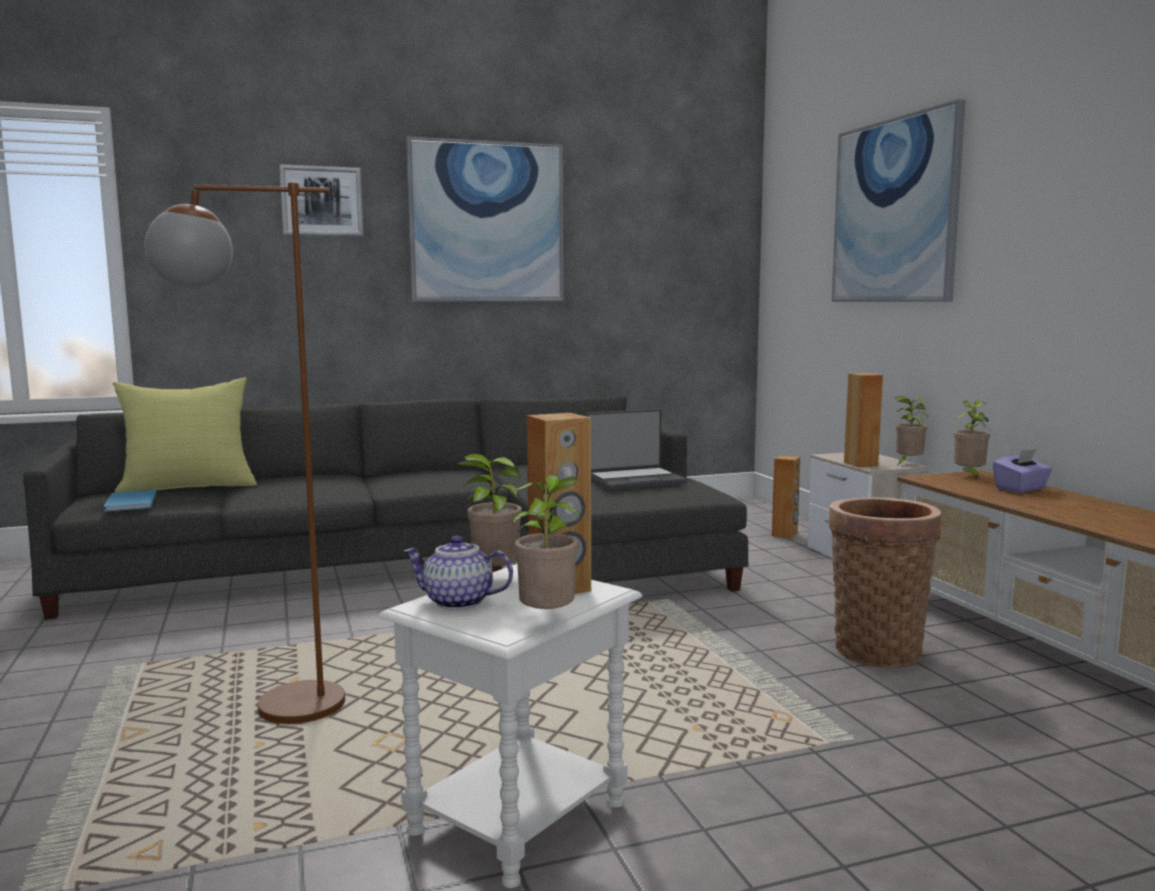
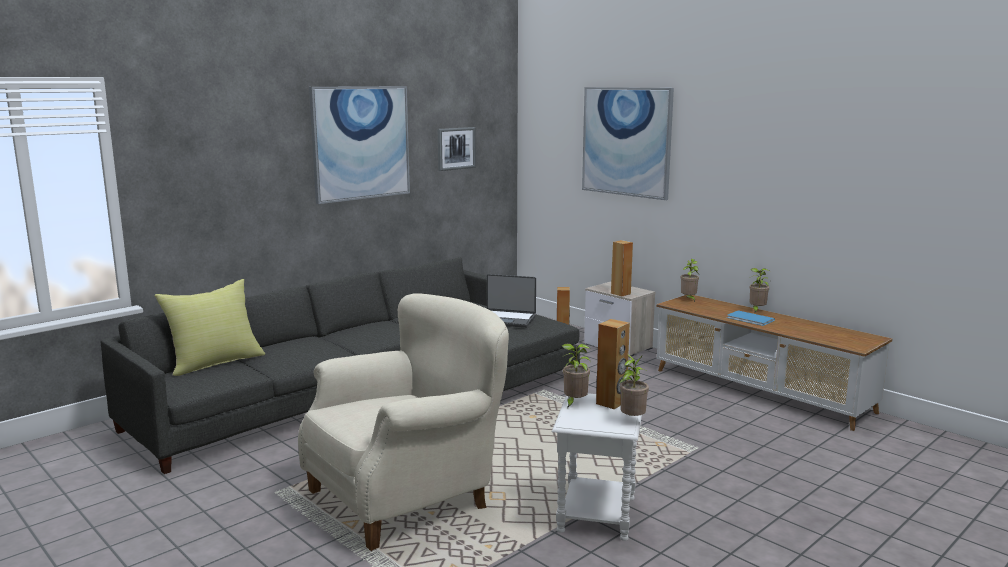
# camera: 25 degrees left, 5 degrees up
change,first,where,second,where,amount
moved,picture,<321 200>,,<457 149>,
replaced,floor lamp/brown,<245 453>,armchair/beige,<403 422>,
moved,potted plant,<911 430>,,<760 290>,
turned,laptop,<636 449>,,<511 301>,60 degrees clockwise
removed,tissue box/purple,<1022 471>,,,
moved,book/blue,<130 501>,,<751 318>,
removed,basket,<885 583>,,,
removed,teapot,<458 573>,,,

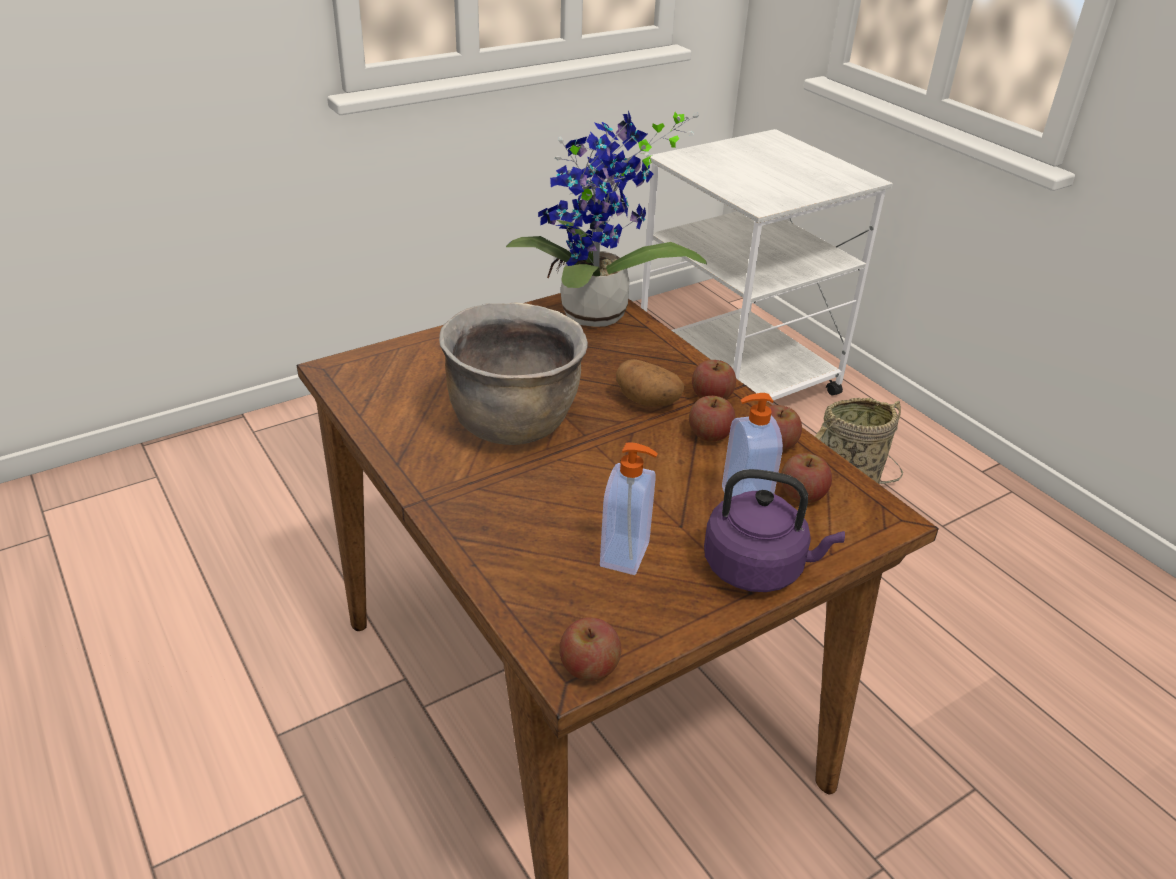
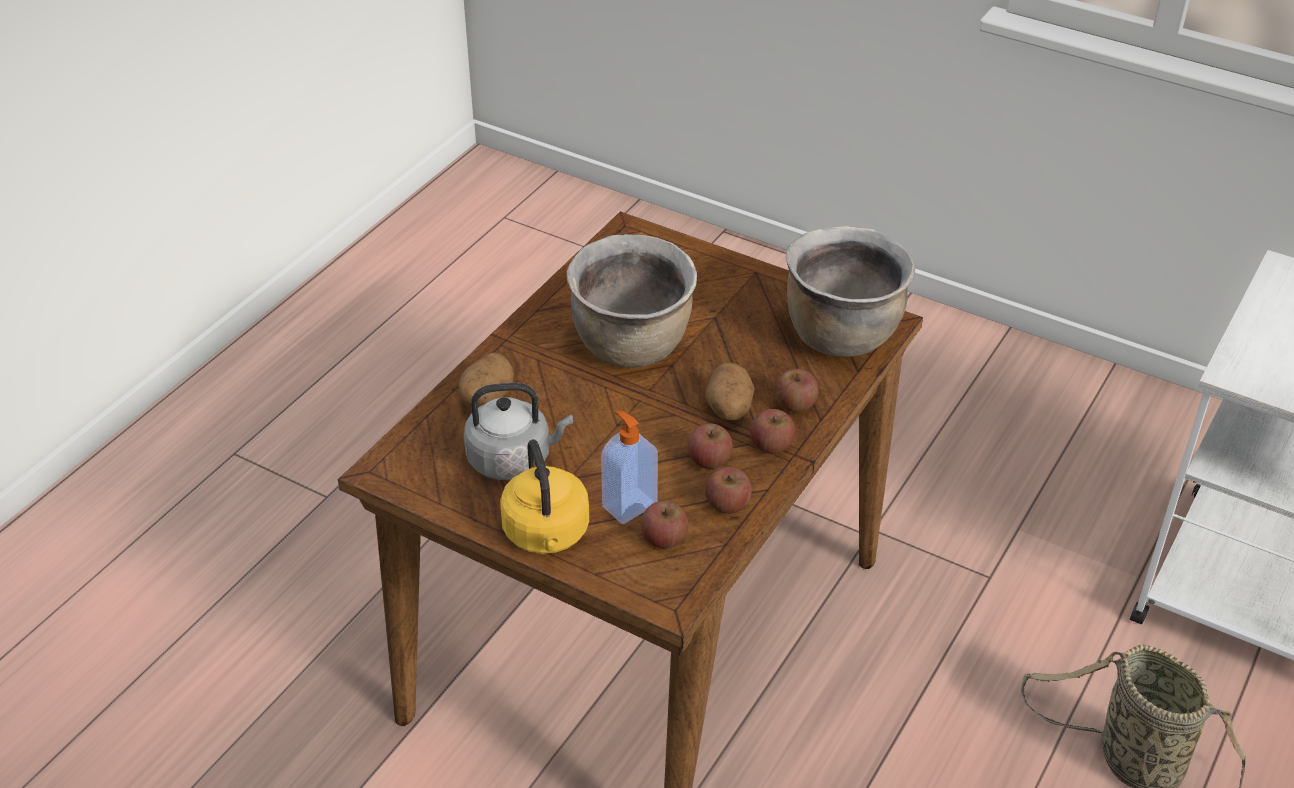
# camera: 65 degrees right, 5 degrees up
change,first,where,second,where,amount
replaced,potted plant,<606 219>,cooking pot/brown,<850 291>,
replaced,soap dispenser,<629 508>,kettle/grey,<518 431>,
recoloured,kettle/purple,<774 530>,kettle/yellow,<544 496>,
moved,apple,<590 649>,,<797 390>,
added,,,potato,<486 380>,

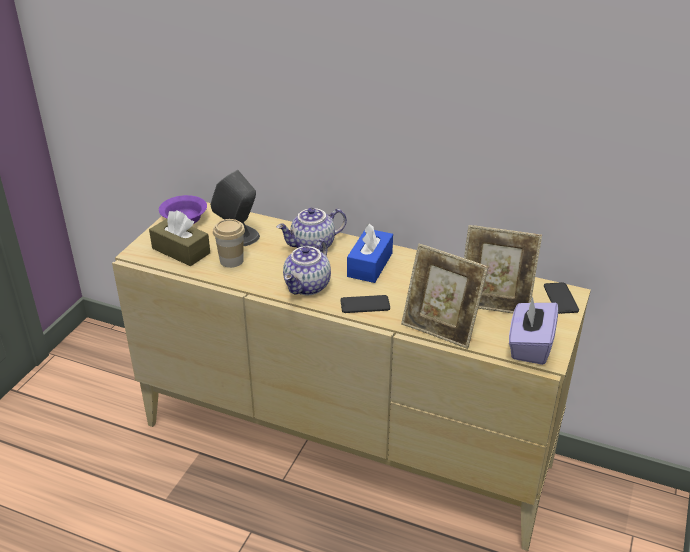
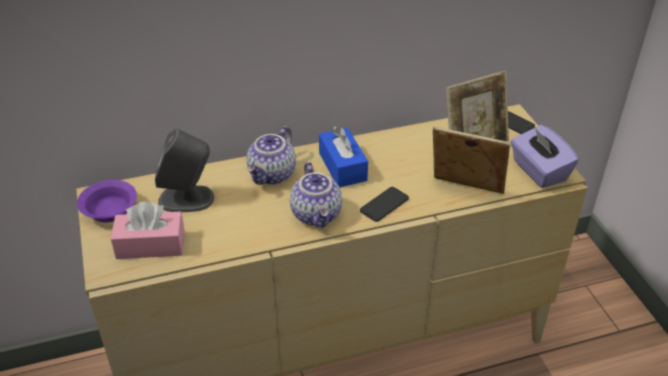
# camera: 40 degrees left, 5 degrees up
change,first,where,second,where,amount
recoloured,tissue box/brown,<179 238>,tissue box/pink,<148 230>,
removed,cup,<229 243>,,,
turned,picture frame,<445 296>,,<471 160>,150 degrees counterclockwise

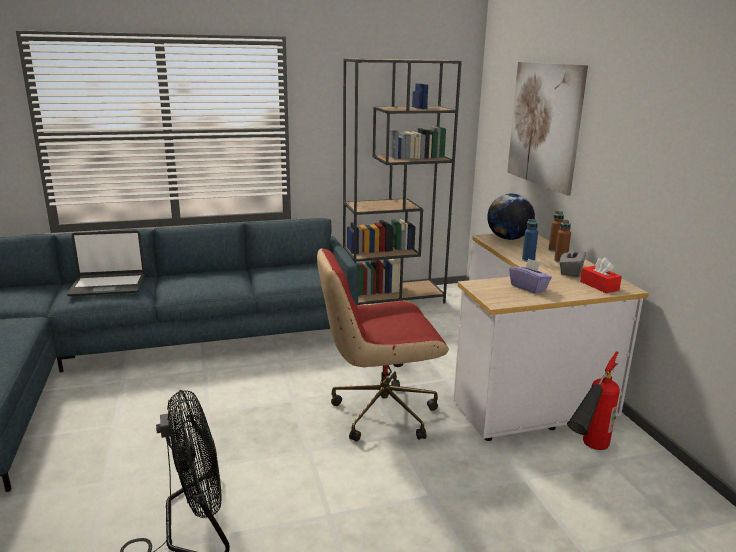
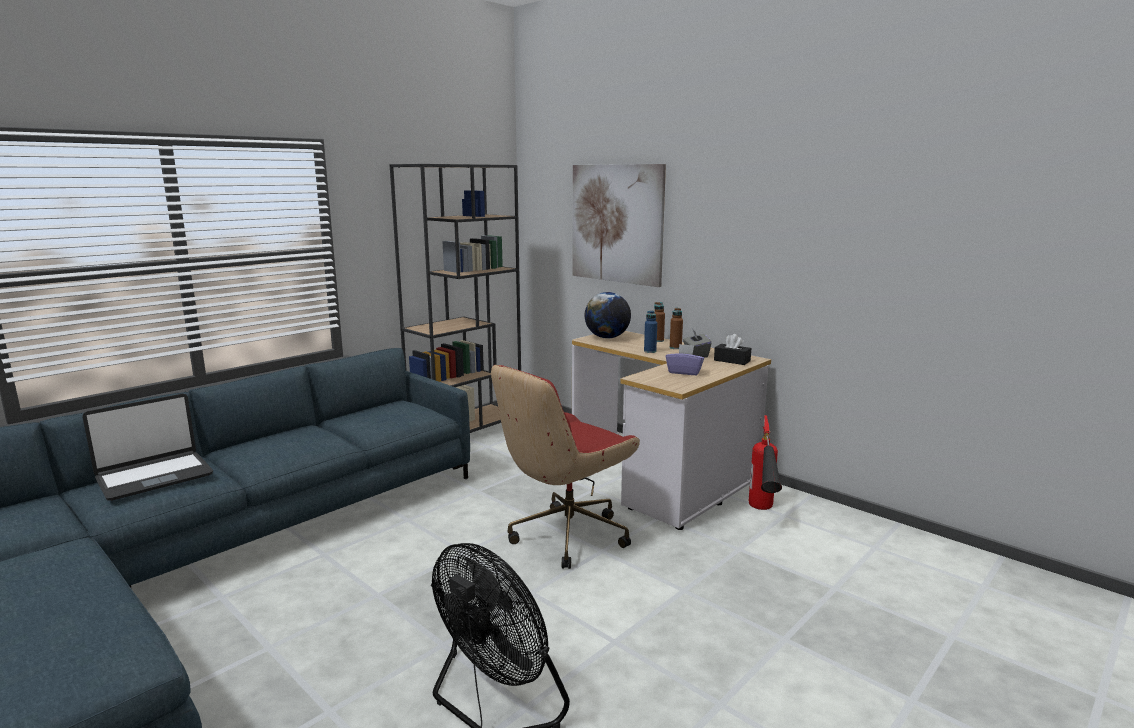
# camera: 30 degrees left, 5 degrees down
change,first,where,second,where,amount
recoloured,tissue box/red,<601 275>,tissue box/black,<732 349>,

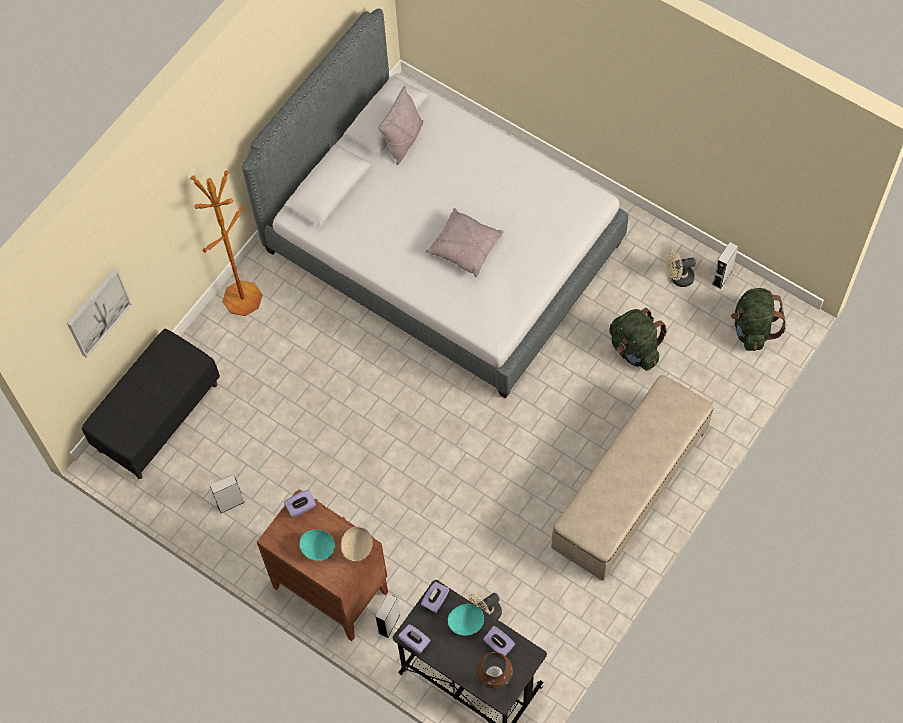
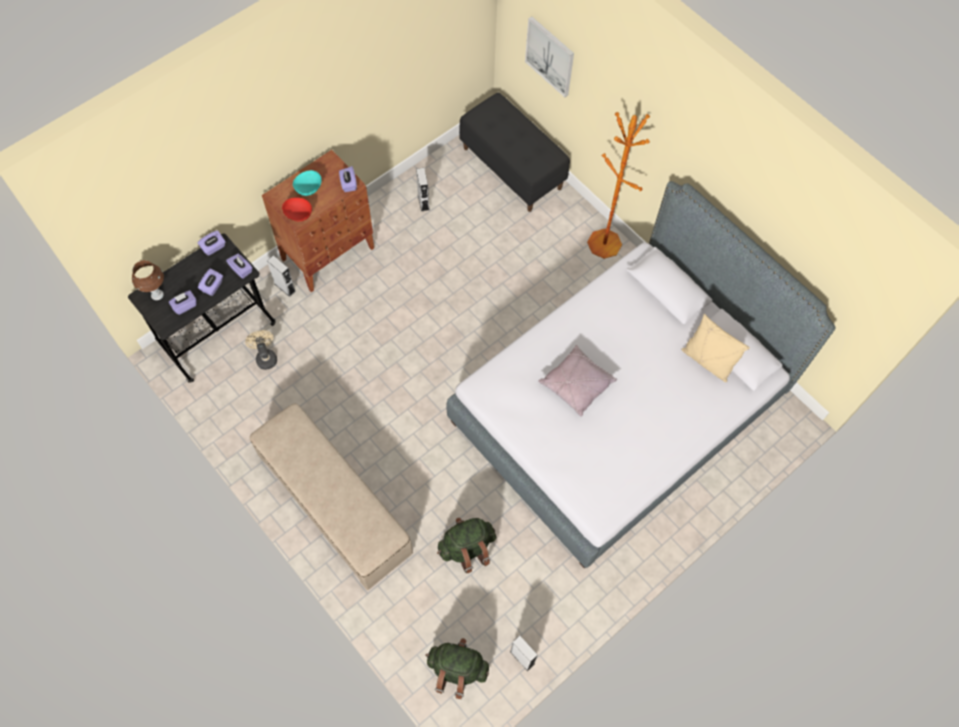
# camera: 100 degrees right, 0 degrees up
change,first,where,second,where,amount
recoloured,pillow/purple,<400 125>,pillow/beige,<715 348>,
removed,fan/beige,<681 268>,,,
recoloured,bowl/beige,<357 544>,bowl/red,<297 209>,
replaced,bowl/turquoise,<466 620>,tissue box/purple,<210 282>,

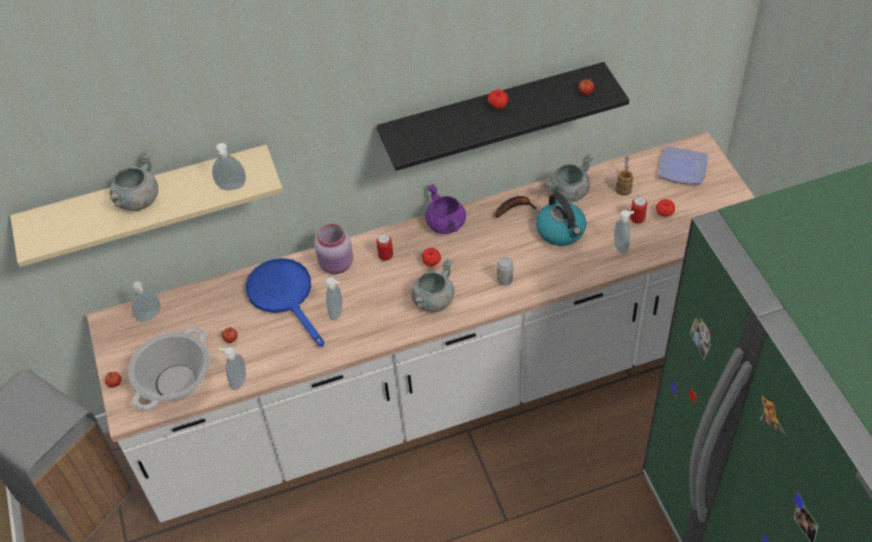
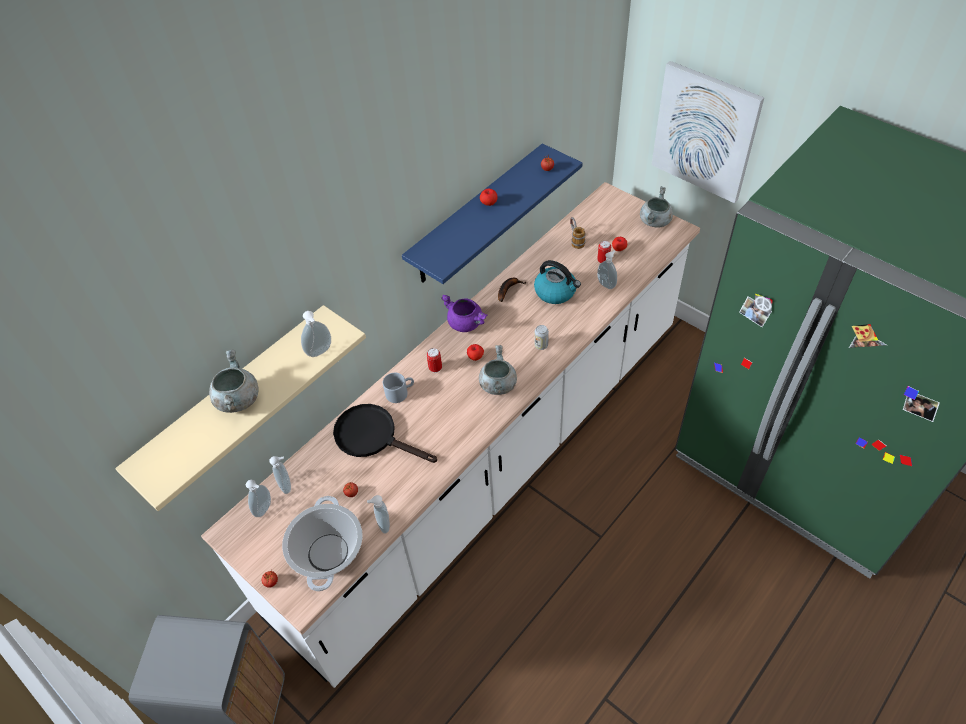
# camera: 30 degrees left, 0 degrees up
change,first,where,second,where,amount
recoloured,shelf/black,<503 116>,shelf/blue,<492 213>,
removed,plate,<683 165>,,,
moved,cooking pot/grey,<568 178>,,<656 207>,
replaced,jar/pink,<333 249>,mug/grey,<398 388>,
recoloured,frying pan/blue,<285 302>,frying pan/black,<385 433>,
moved,soap dispenser,<333 298>,,<280 475>,
added,,,picture,<708 132>,

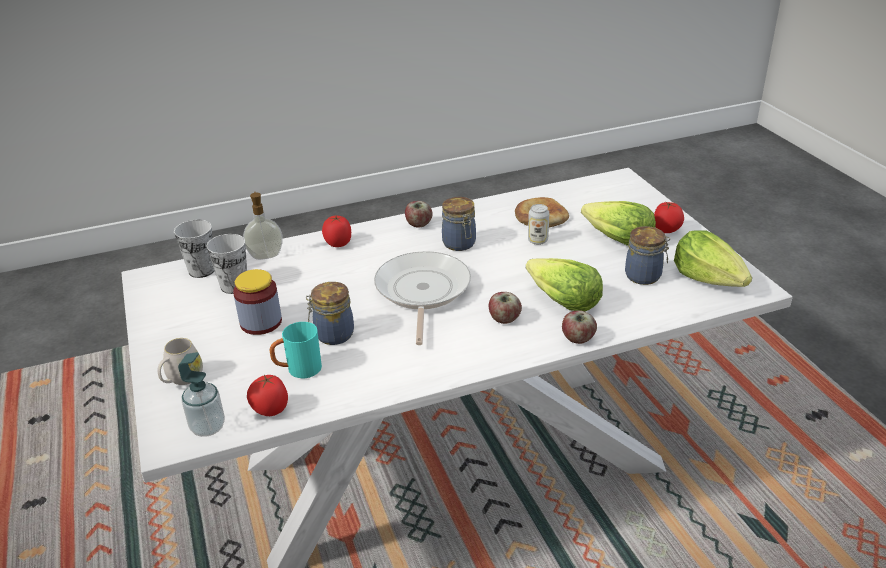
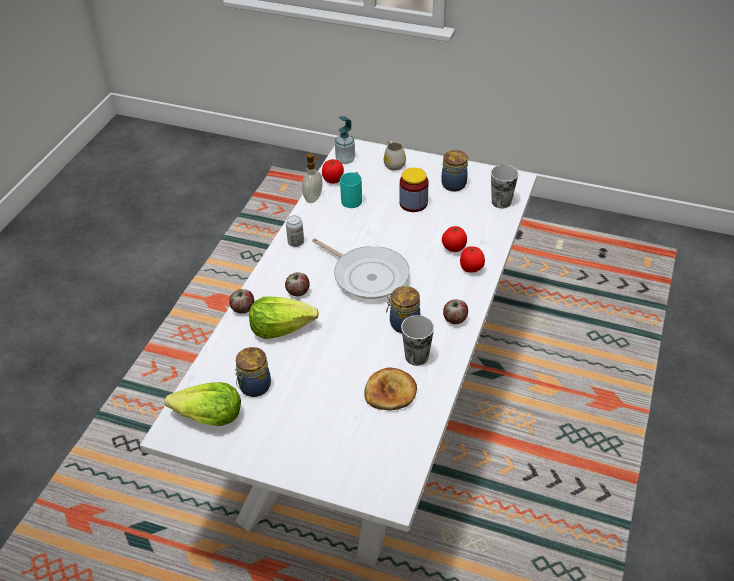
# camera: 130 degrees right, 10 degrees up
change,first,where,second,where,amount
moved,soap dispenser,<263 226>,,<312 178>,
removed,lettuce,<618 223>,,,
moved,tomato,<669 217>,,<454 239>,
moved,can,<539 224>,,<295 231>,
moved,cup,<226 264>,,<417 340>,
moved,jar,<330 313>,,<454 170>,

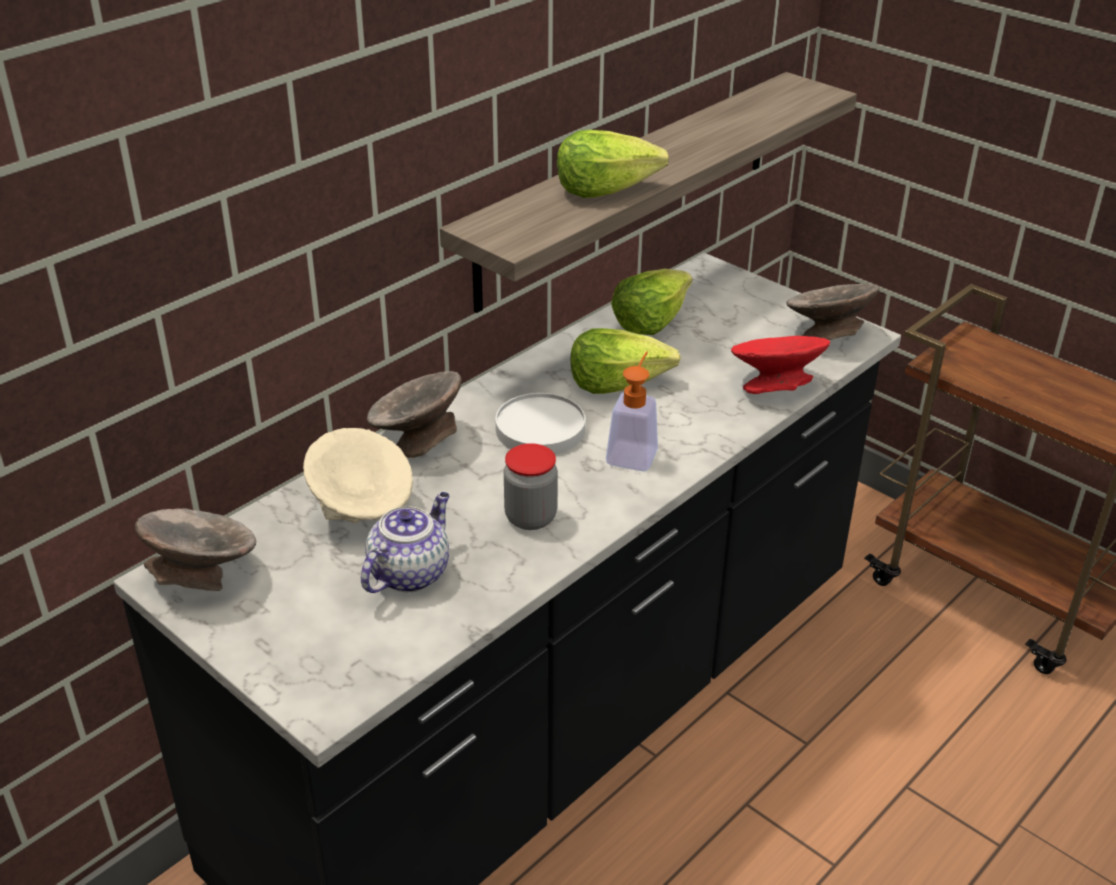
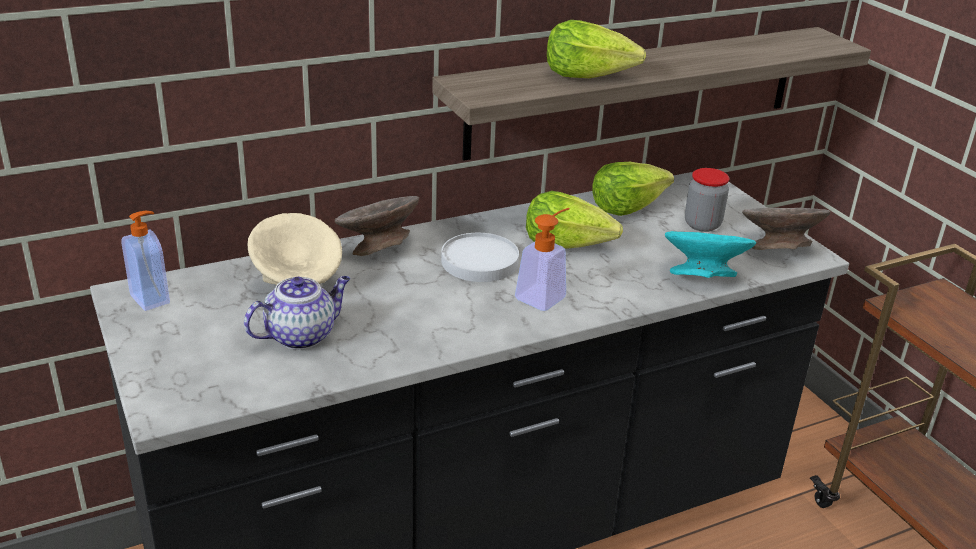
# camera: 20 degrees right, 5 degrees down
change,first,where,second,where,amount
recoloured,bowl/red,<780 365>,bowl/turquoise,<710 254>,
moved,jar,<531 486>,,<707 200>,
replaced,bowl/grey,<195 549>,soap dispenser,<145 261>,

